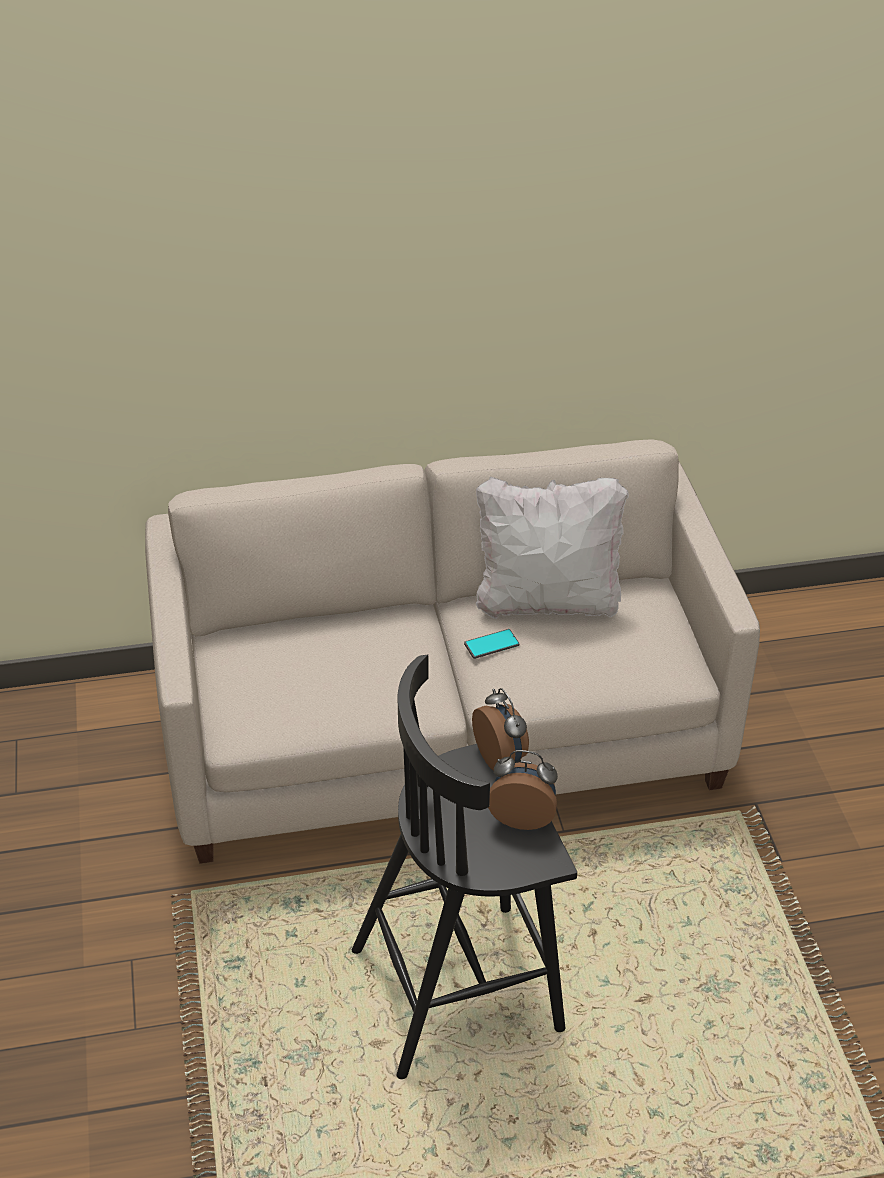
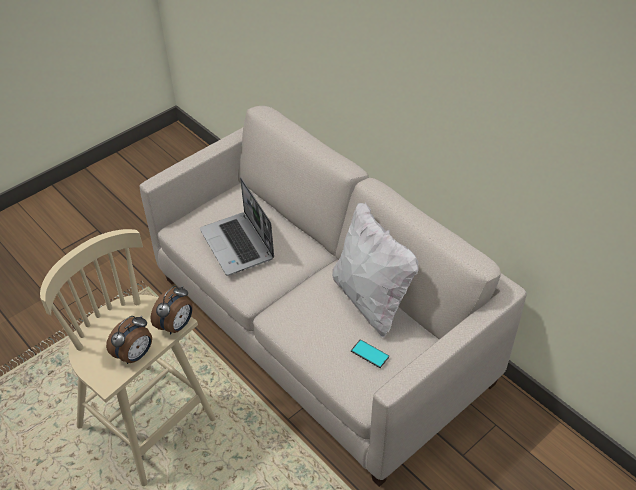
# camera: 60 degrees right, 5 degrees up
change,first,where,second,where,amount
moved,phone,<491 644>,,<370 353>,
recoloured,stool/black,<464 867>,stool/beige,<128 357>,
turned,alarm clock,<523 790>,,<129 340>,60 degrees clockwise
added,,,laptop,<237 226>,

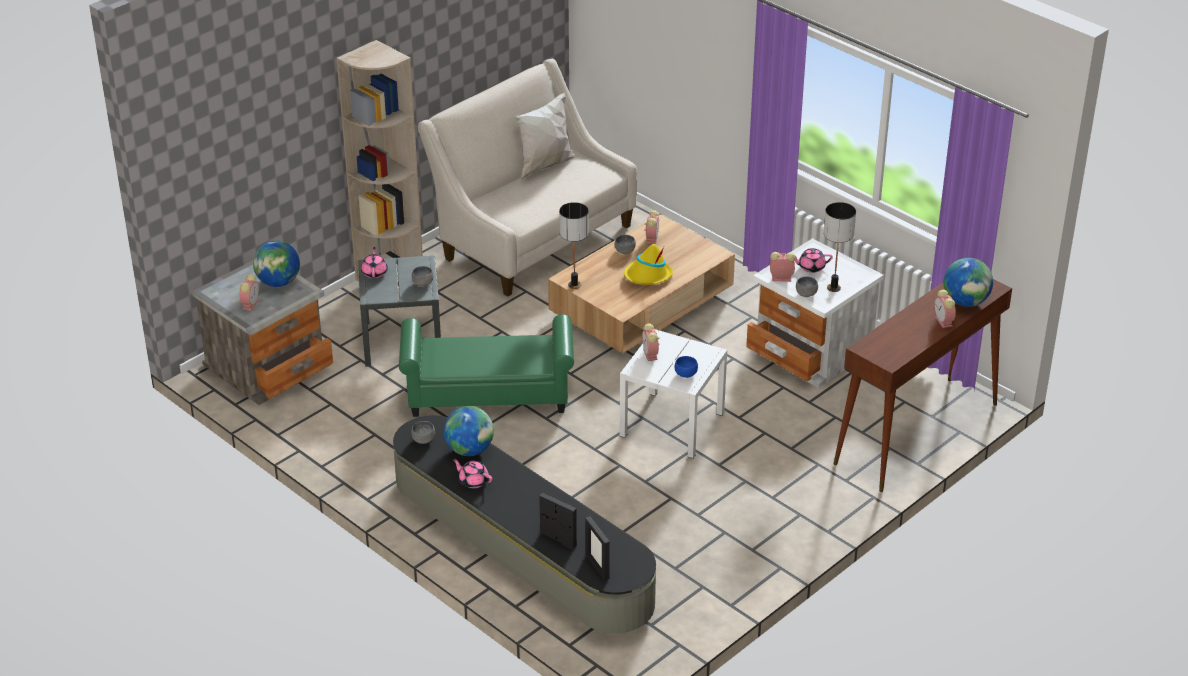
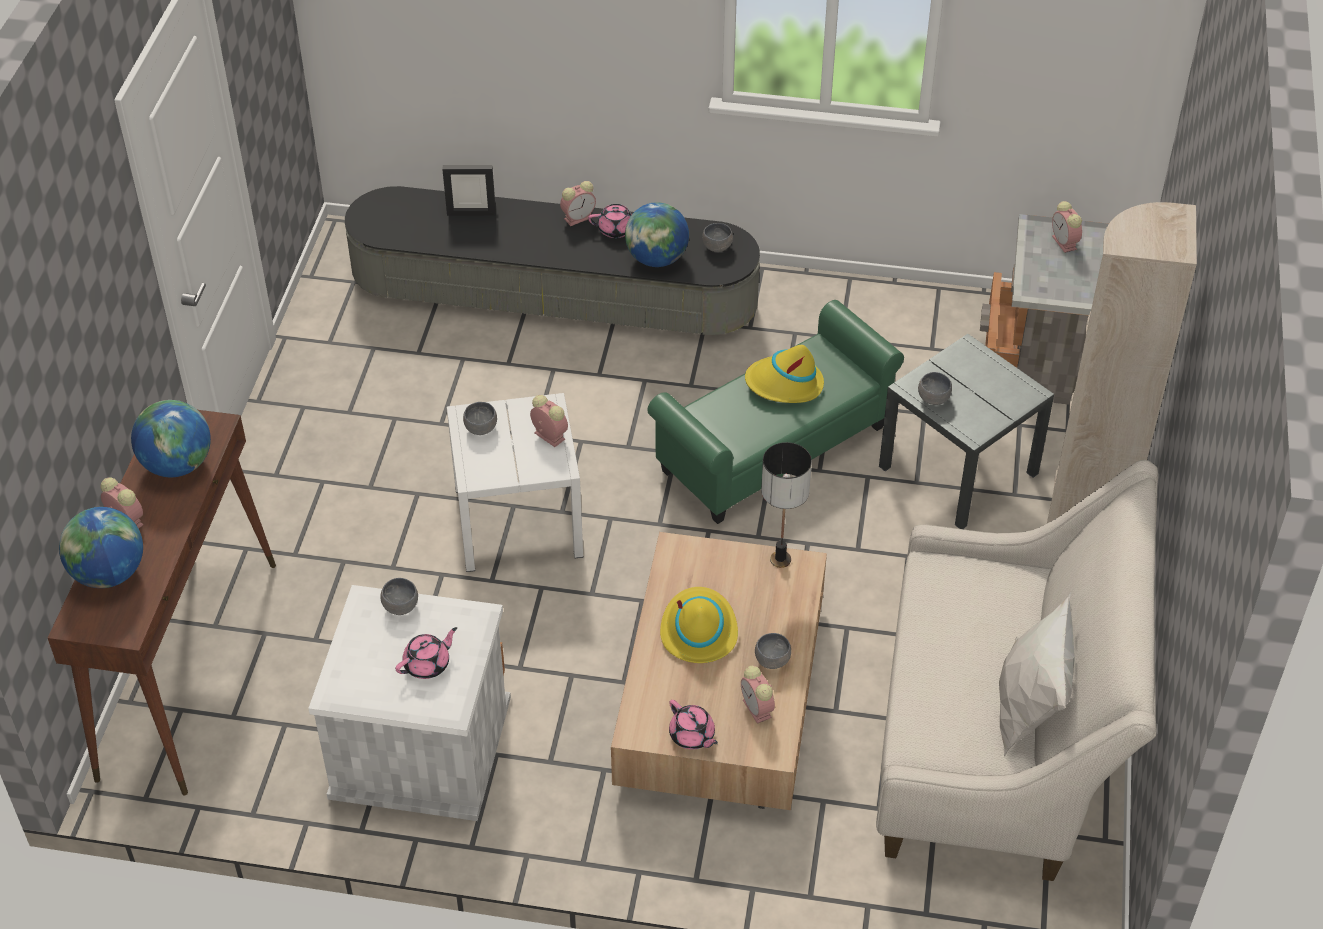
# camera: 145 degrees right, 10 degrees up
change,first,where,second,where,amount
removed,table lamp,<840 247>,,,
moved,globe,<276 264>,,<171 438>,
moved,teapot/pink,<374 262>,,<693 724>,
moved,alarm clock,<783 267>,,<578 203>,
recoloured,bowl/blue,<686 367>,bowl/grey,<480 418>,
removed,picture frame,<597 548>,,,
added,,,hat/yellow,<784 374>,

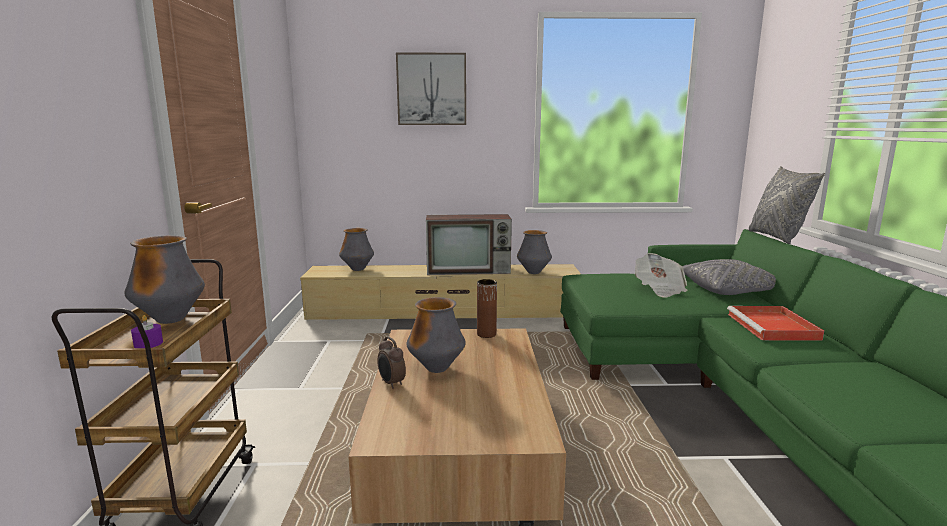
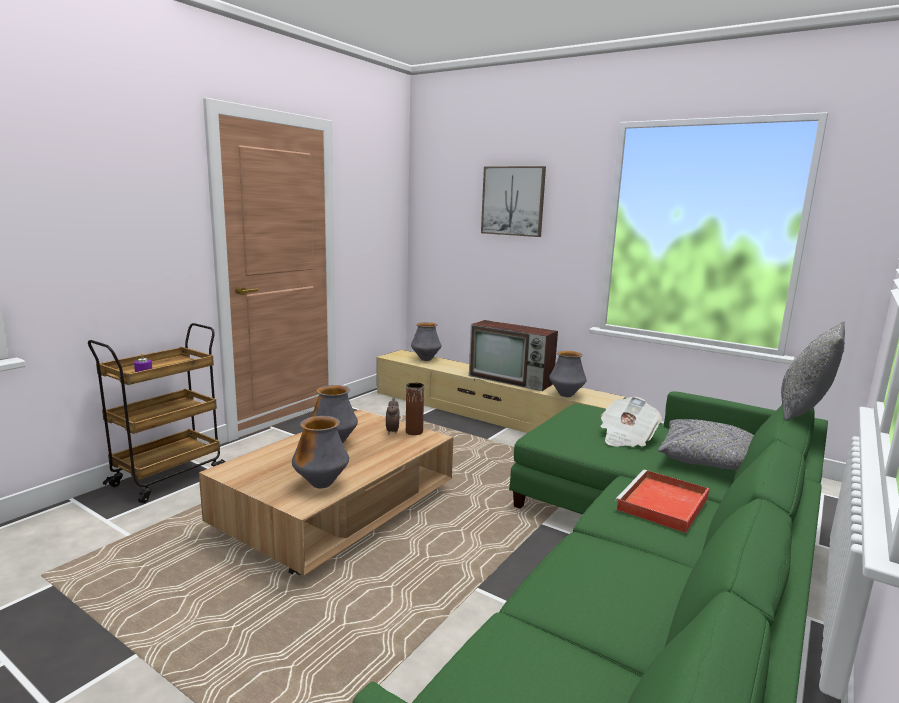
# camera: 35 degrees right, 0 degrees up
change,first,where,second,where,amount
moved,vase,<164 279>,,<320 452>,
moved,alarm clock,<391 362>,,<392 416>,

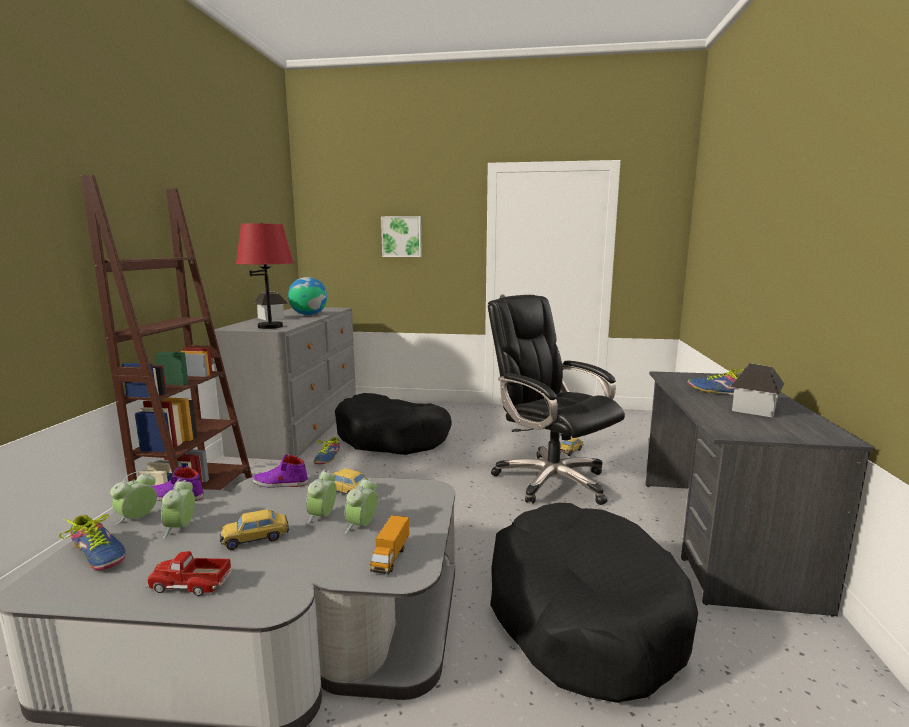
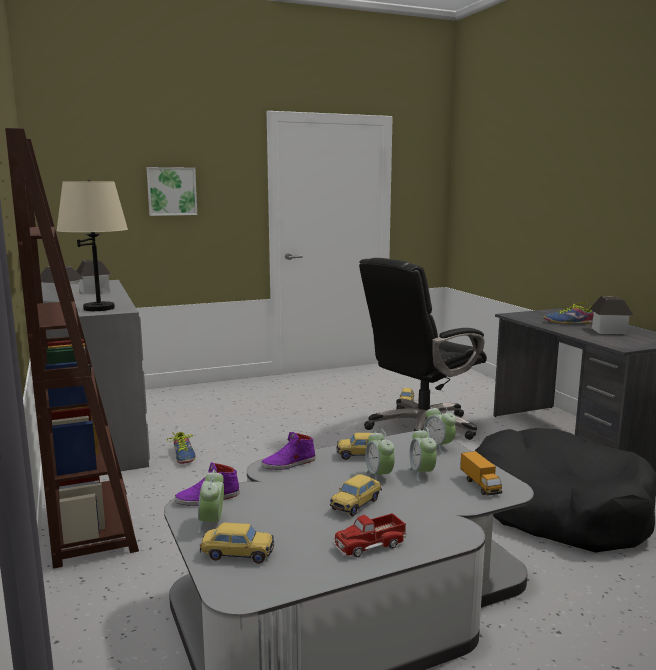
# camera: 30 degrees left, 0 degrees up
change,first,where,second,where,amount
recoloured,table lamp/red,<264 276>,table lamp/beige,<92 245>,
replaced,globe,<307 296>,toy house,<94 277>,
turned,office chair/black,<556 400>,,<423 349>,60 degrees counterclockwise
removed,dog bed/black,<393 424>,,,
moved,alarm clock,<178 509>,,<440 429>,
replaced,shoe,<92 542>,toy car,<236 543>,

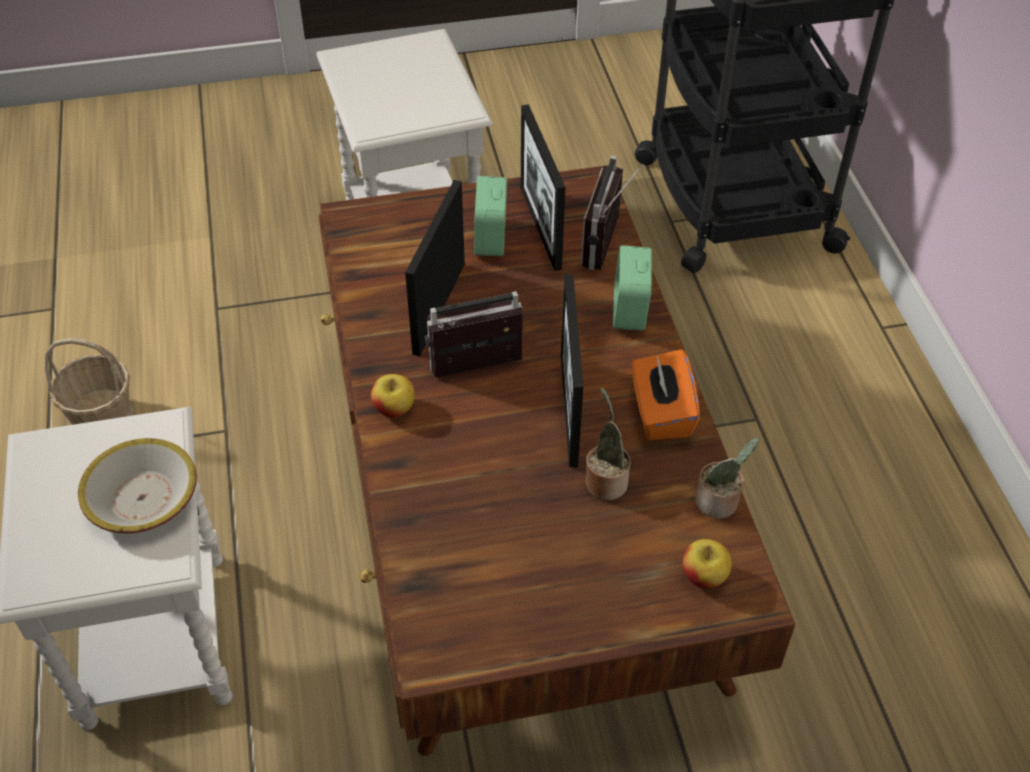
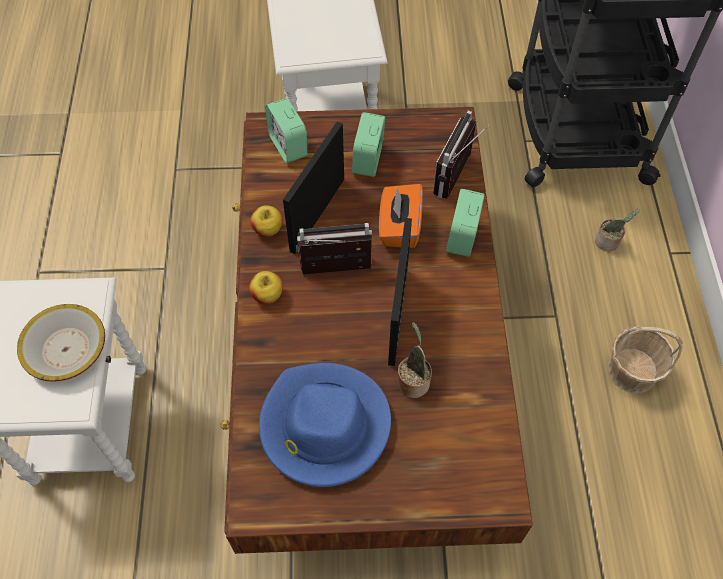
# camera: 10 degrees right, 10 degrees up
change,first,where,second,where,amount
removed,picture frame,<543 187>,,,
moved,basket,<89 381>,,<645 359>,
moved,tissue box/orange,<666 394>,,<401 216>,
moved,potted plant,<727 478>,,<617 230>,
moved,apple,<707 563>,,<266 221>,
added,,,alarm clock,<286 130>,
added,,,hat/blue,<325 425>,

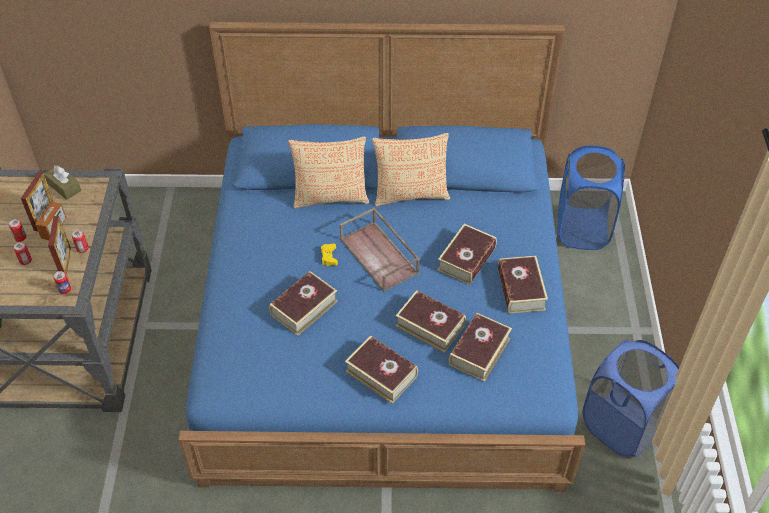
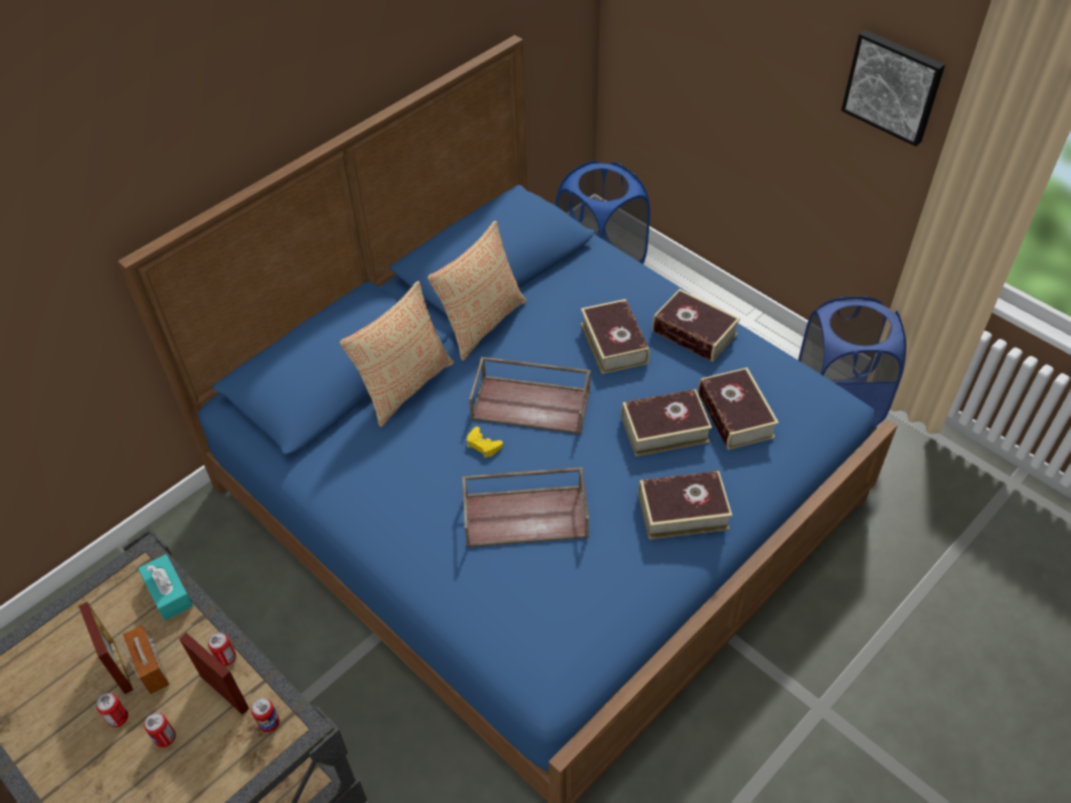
# camera: 45 degrees left, 0 degrees up
change,first,where,second,where,amount
removed,tissue box/brown,<62 182>,,,
replaced,book,<303 303>,tray/brown,<525 507>,
added,,,picture,<893 88>,
added,,,tissue box/turquoise,<165 587>,

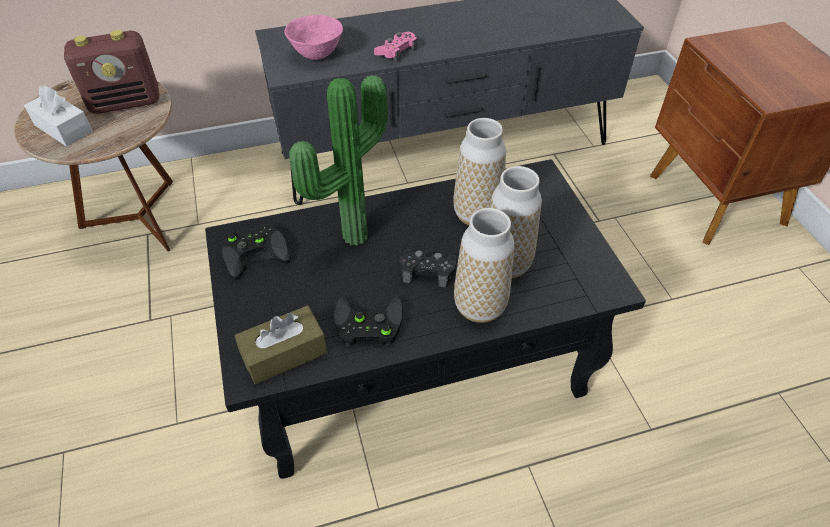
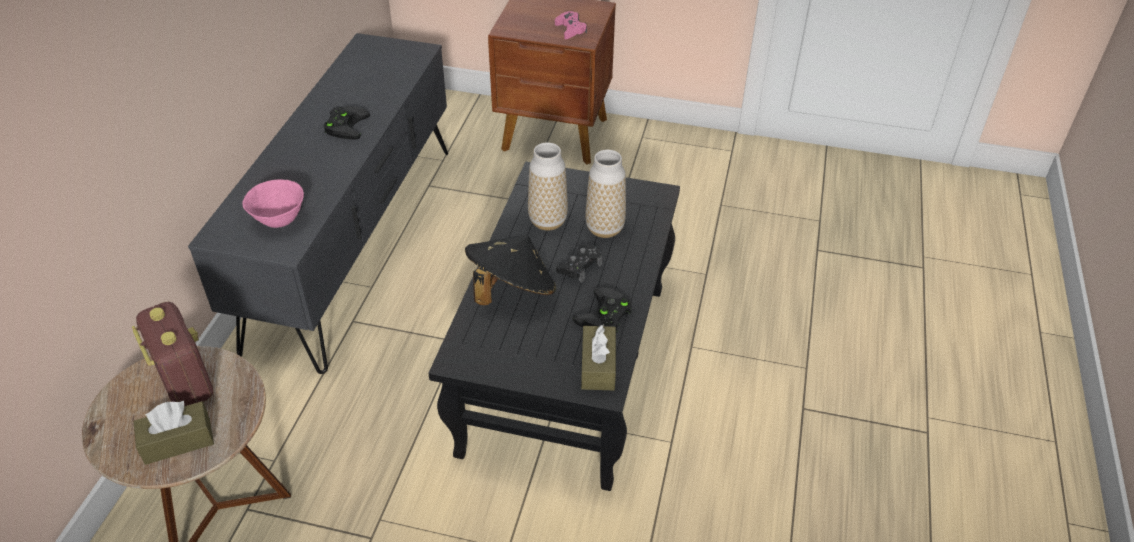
# camera: 60 degrees left, 5 degrees down
change,first,where,second,where,amount
turned,radio,<111 72>,,<172 354>,45 degrees counterclockwise
moved,game controller/pink,<395 47>,,<571 25>,
replaced,potted plant,<338 160>,hat/black,<510 270>,
recoloured,tissue box/white,<58 116>,tissue box/brown,<173 433>,
removed,vase,<484 265>,,,
moved,game controller/black,<256 252>,,<347 123>,

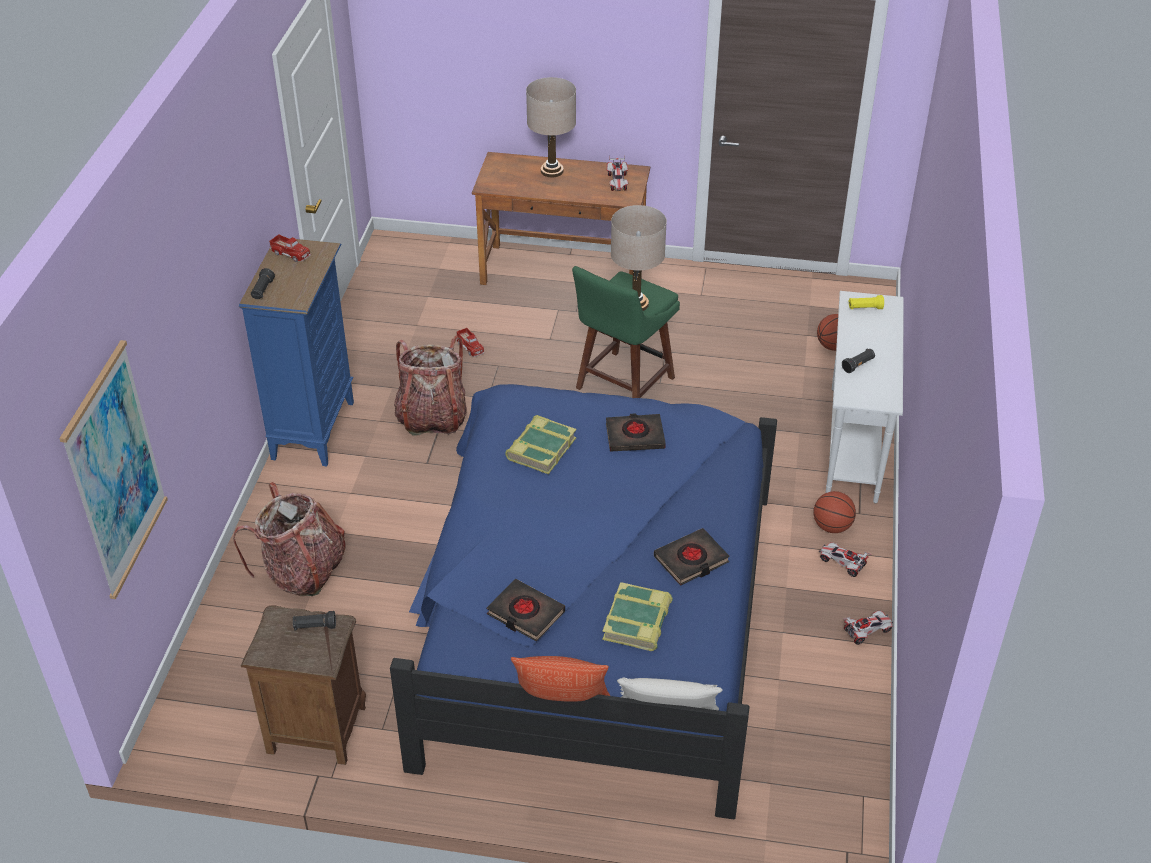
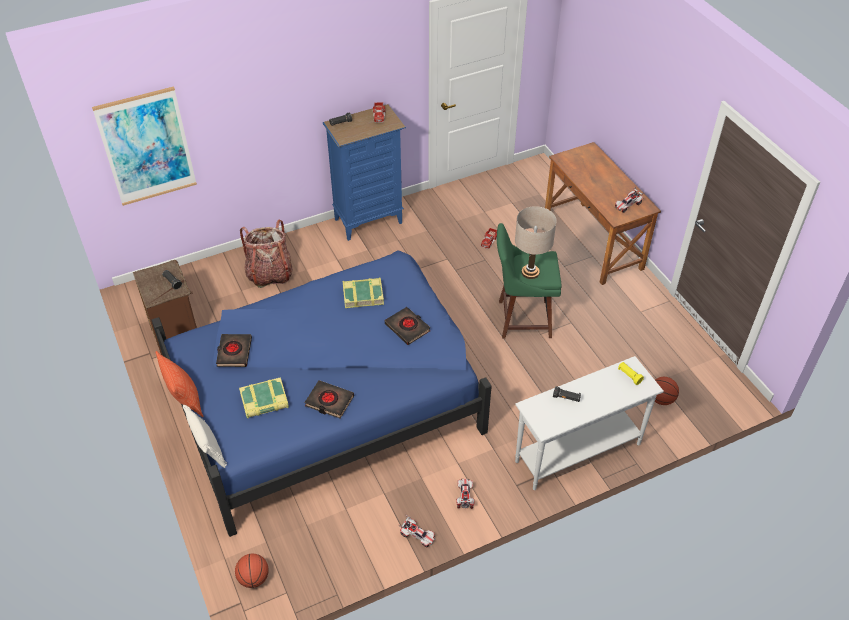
# camera: 55 degrees right, 5 degrees up
change,first,where,second,where,amount
removed,table lamp/beige,<551 127>,,,
removed,backpack,<430 386>,,,
moved,basketball,<834 512>,,<252 571>,

